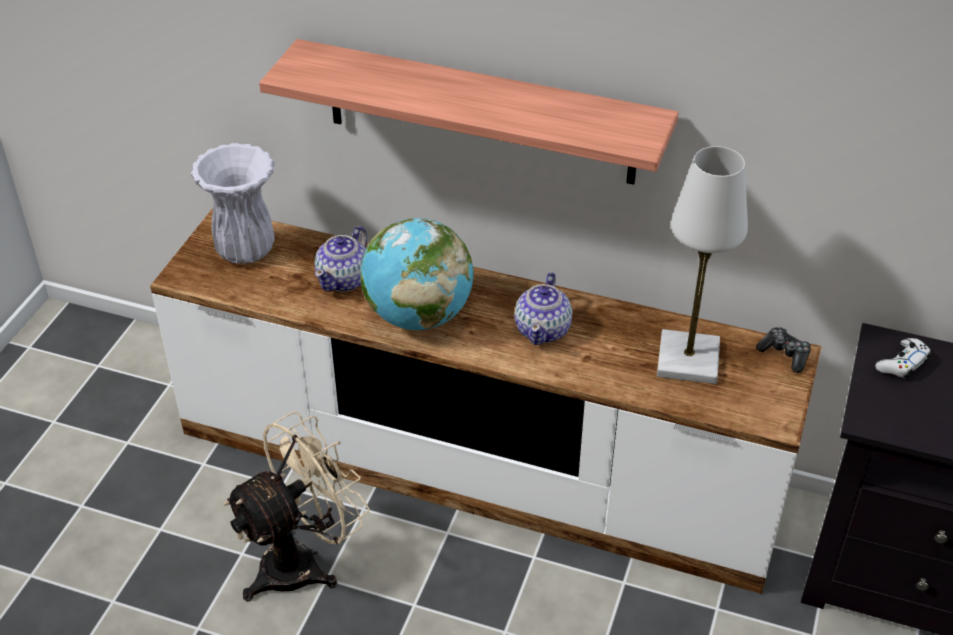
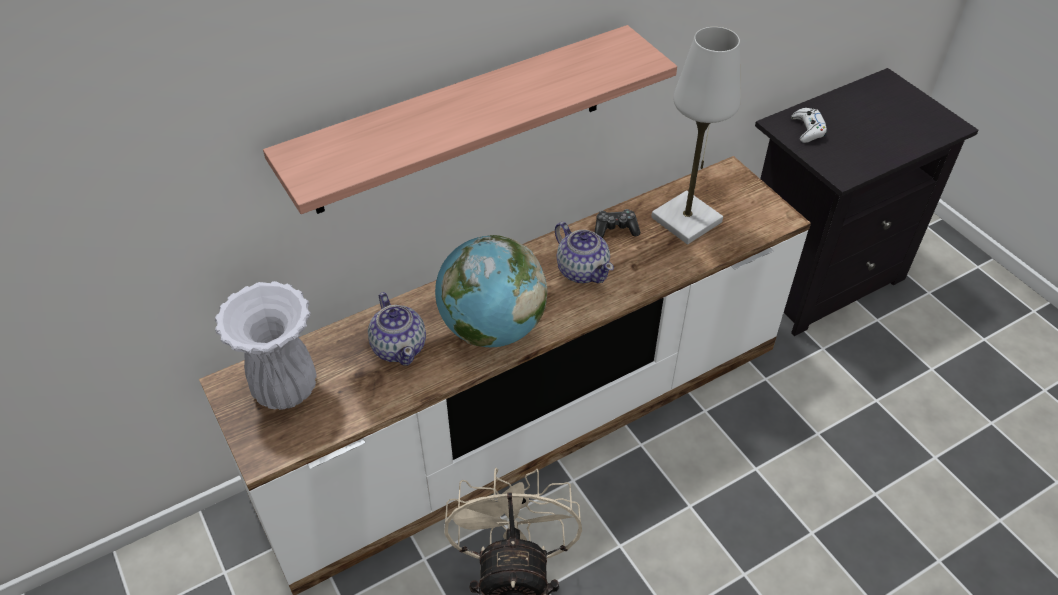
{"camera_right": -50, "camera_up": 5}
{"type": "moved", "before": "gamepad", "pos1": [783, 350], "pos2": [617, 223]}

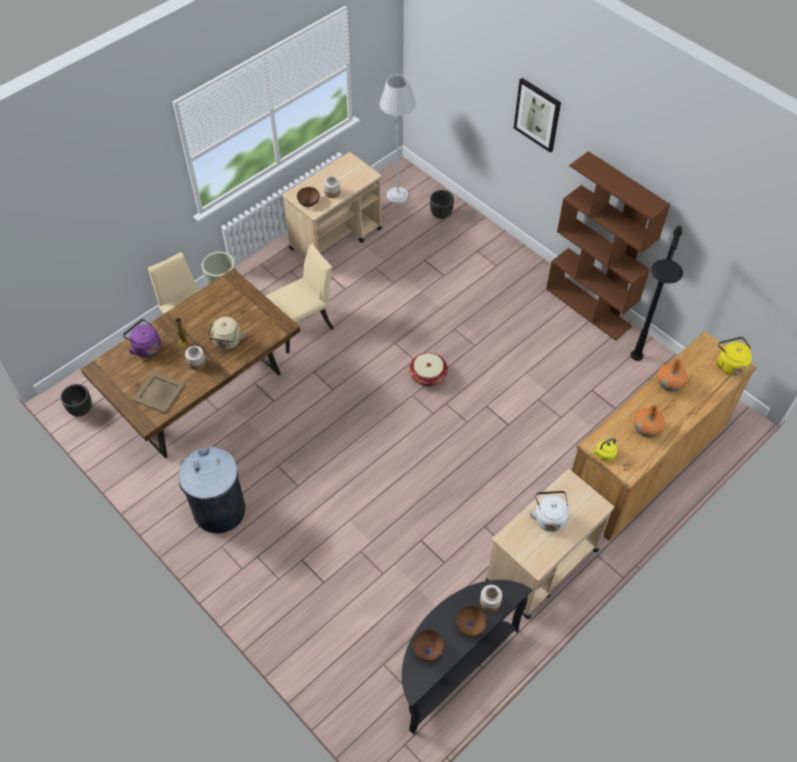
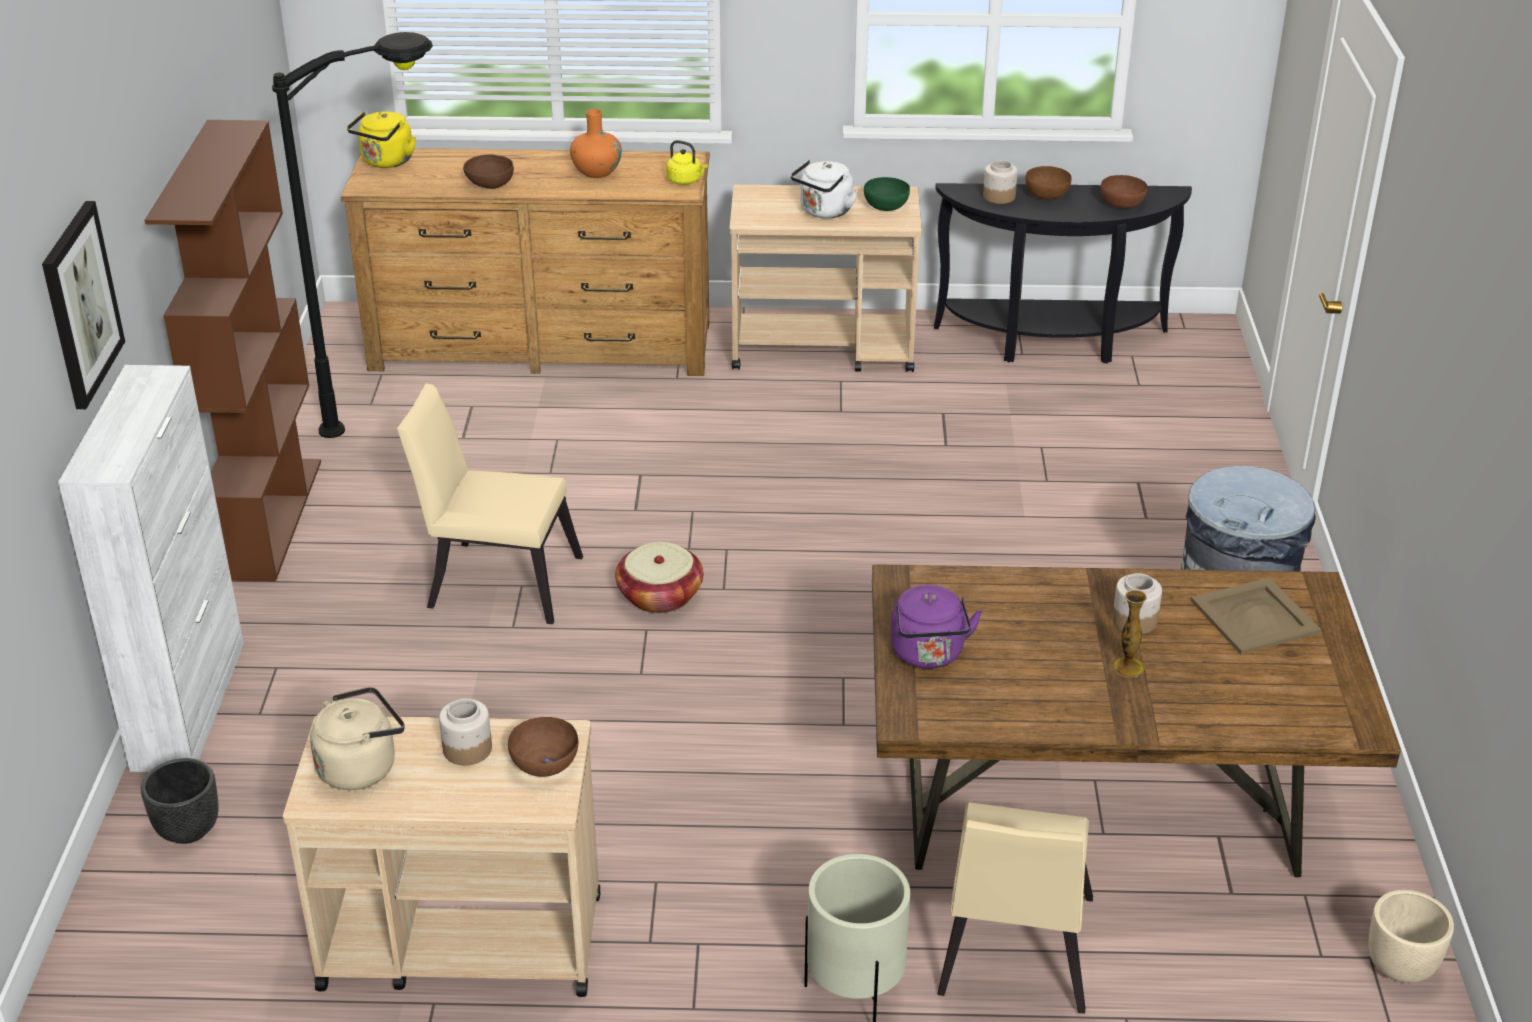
{"camera_right": -135, "camera_up": -20}
{"type": "recoloured", "before": "black plant pot", "after": "beige-coloured plant pot", "pos1": [76, 400], "pos2": [1411, 936]}
{"type": "moved", "before": "purplish tea kettle", "pos1": [142, 338], "pos2": [936, 627]}
{"type": "moved", "before": "beige-coloured tea kettle", "pos1": [226, 333], "pos2": [357, 738]}
{"type": "moved", "before": "beige-coloured upright chair", "pos1": [300, 299], "pos2": [490, 503]}
{"type": "removed", "before": "greyish standing lamp", "pos1": [397, 139]}
{"type": "replaced", "before": "orangey flower vase", "after": "brown serving bowl", "pos1": [672, 375], "pos2": [488, 171]}
{"type": "added", "after": "whitish cupboard", "pos2": [151, 568]}
{"type": "added", "after": "green-coloured serving bowl", "pos2": [887, 194]}

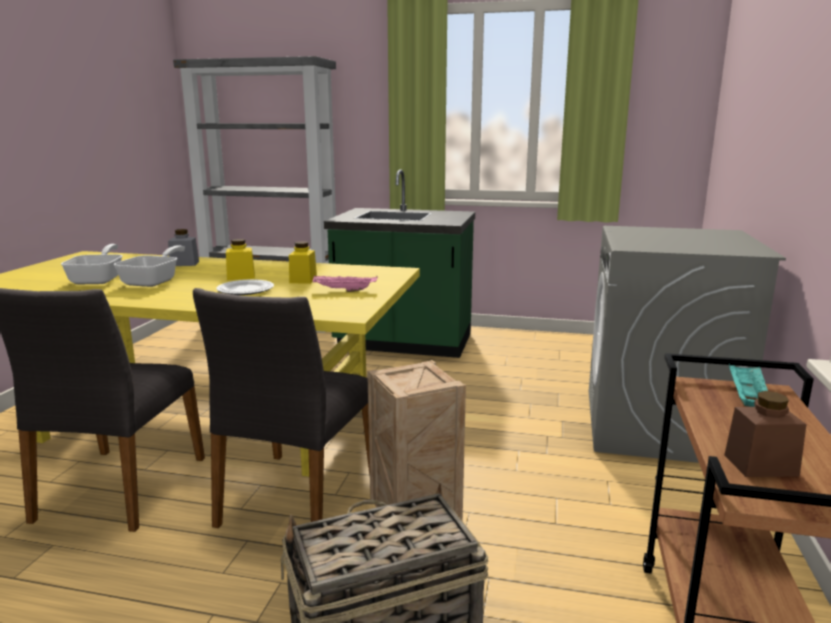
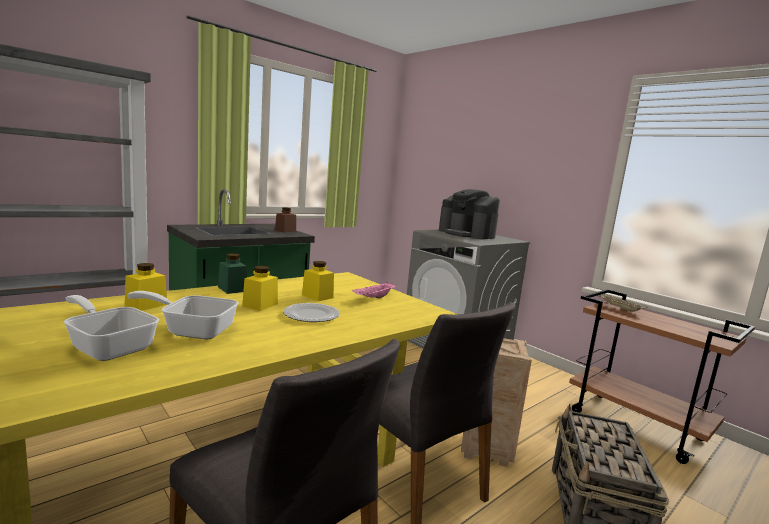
{"camera_right": -55, "camera_up": -5}
{"type": "turned", "before": "pan", "pos1": [149, 266], "pos2": [182, 315], "turn": -45}
{"type": "recoloured", "before": "greyish jar", "after": "yellow-coloured jar", "pos1": [183, 247], "pos2": [146, 287]}
{"type": "moved", "before": "brown jar", "pos1": [765, 434], "pos2": [285, 220]}
{"type": "recoloured", "before": "blue-green serving tray", "after": "beige-coloured serving tray", "pos1": [748, 385], "pos2": [623, 303]}
{"type": "added", "after": "green-coloured jar", "pos2": [232, 273]}
{"type": "added", "after": "coffee brewer", "pos2": [469, 214]}

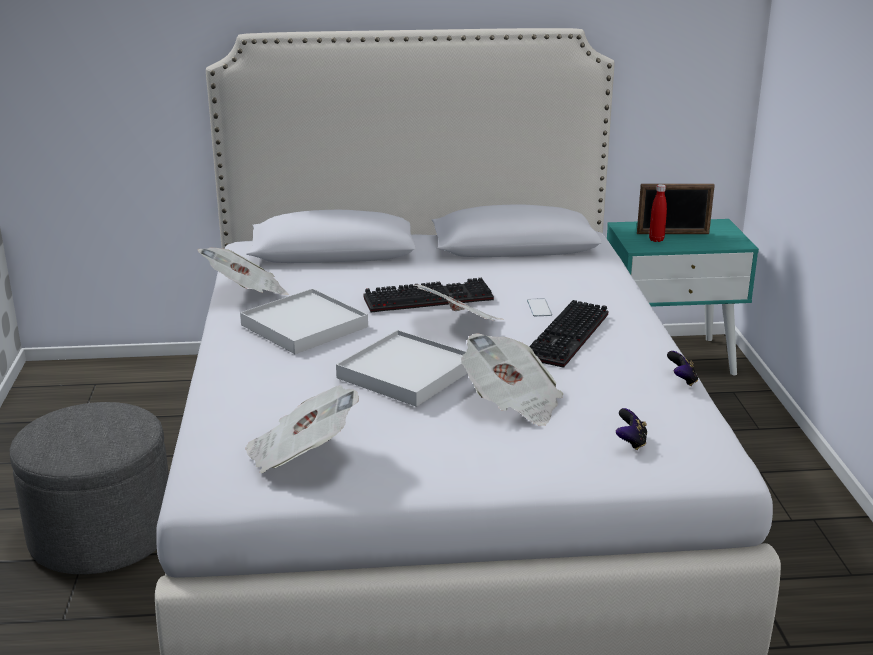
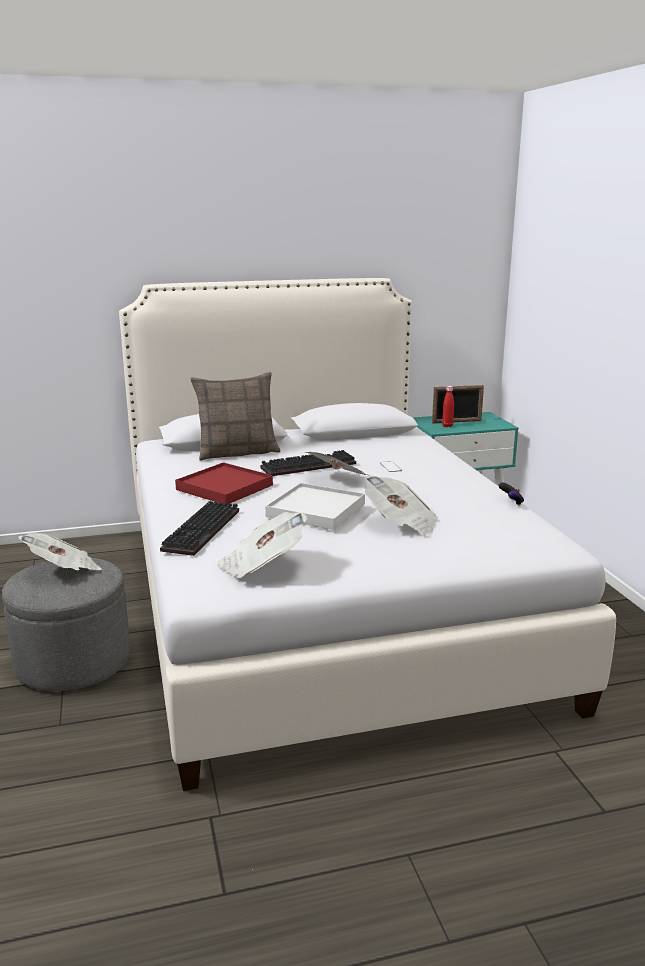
{"camera_right": -10, "camera_up": -5}
{"type": "moved", "before": "printed paper", "pos1": [243, 271], "pos2": [60, 551]}
{"type": "recoloured", "before": "whitish serving tray", "after": "red-coloured serving tray", "pos1": [304, 321], "pos2": [224, 483]}
{"type": "moved", "before": "keyboard", "pos1": [568, 334], "pos2": [199, 528]}
{"type": "removed", "before": "gamepad", "pos1": [631, 429]}
{"type": "added", "after": "throw pillow", "pos2": [235, 416]}

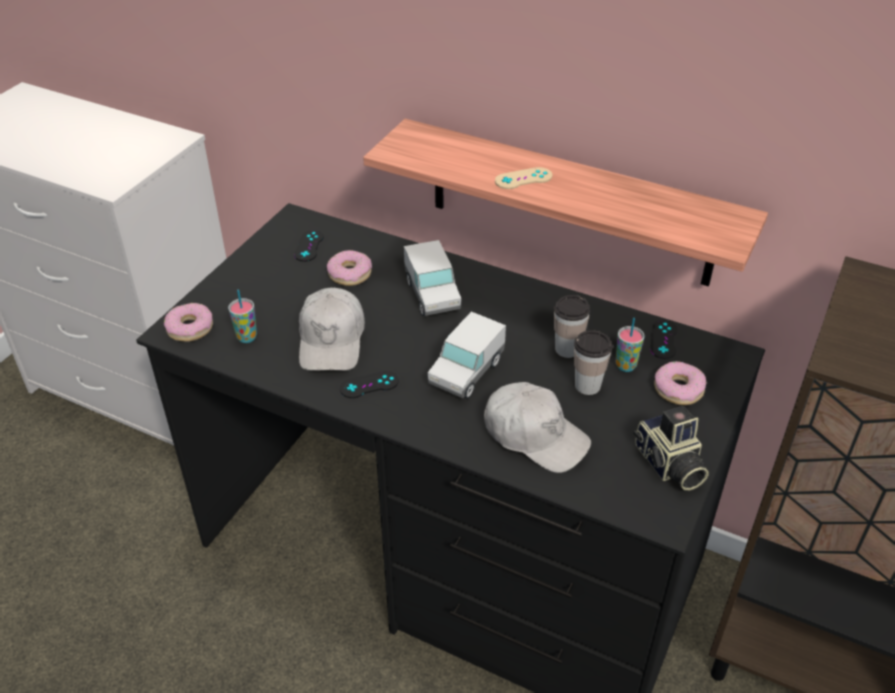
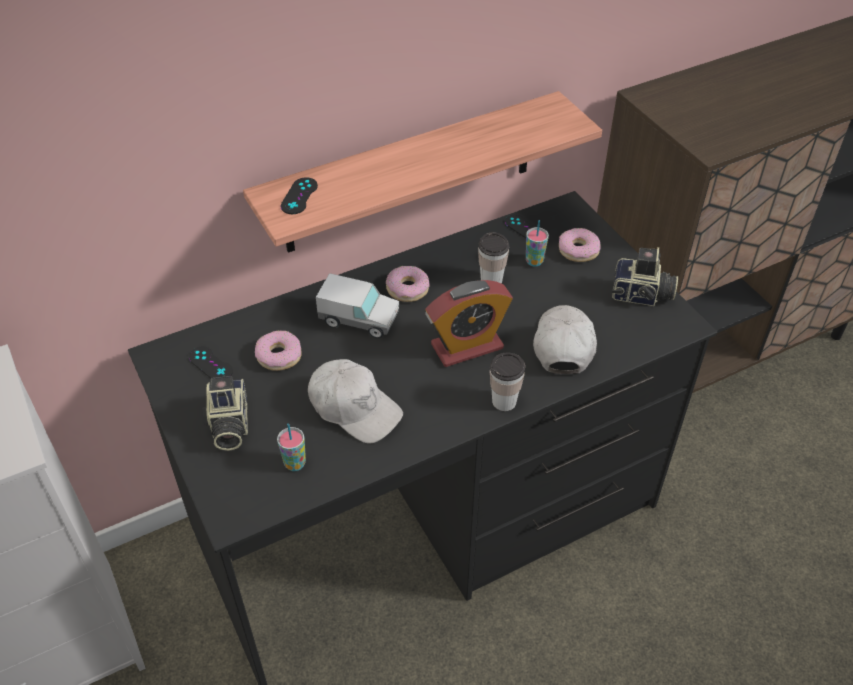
{"camera_right": -55, "camera_up": 5}
{"type": "moved", "before": "ring doughnut", "pos1": [188, 322], "pos2": [408, 284]}
{"type": "moved", "before": "black gamepad", "pos1": [369, 384], "pos2": [299, 195]}
{"type": "replaced", "before": "toy lorry", "after": "alarm clock", "pos1": [466, 355], "pos2": [469, 323]}
{"type": "turned", "before": "whitish baseball cap", "pos1": [537, 427], "pos2": [565, 339], "turn": -60}
{"type": "removed", "before": "beige-coloured gamepad", "pos1": [523, 178]}
{"type": "moved", "before": "drinking cup", "pos1": [593, 362], "pos2": [507, 381]}
{"type": "added", "after": "photo camera", "pos2": [225, 413]}

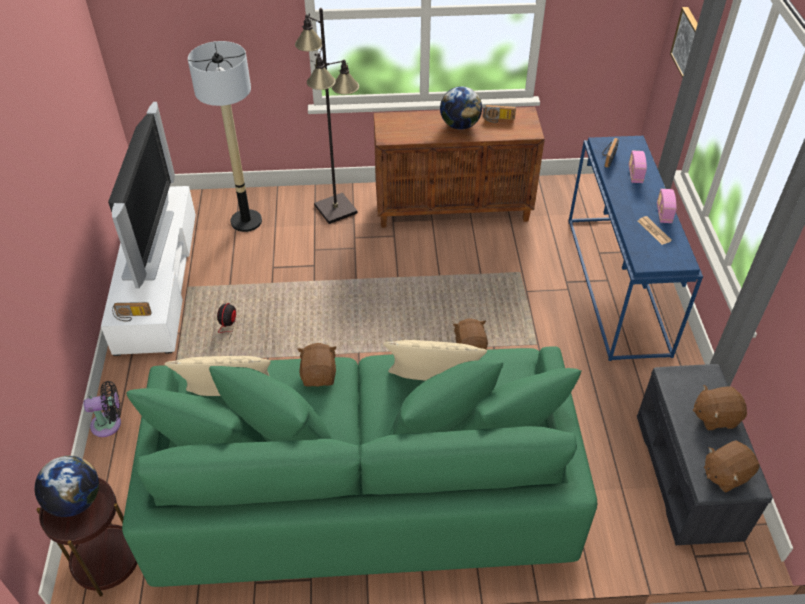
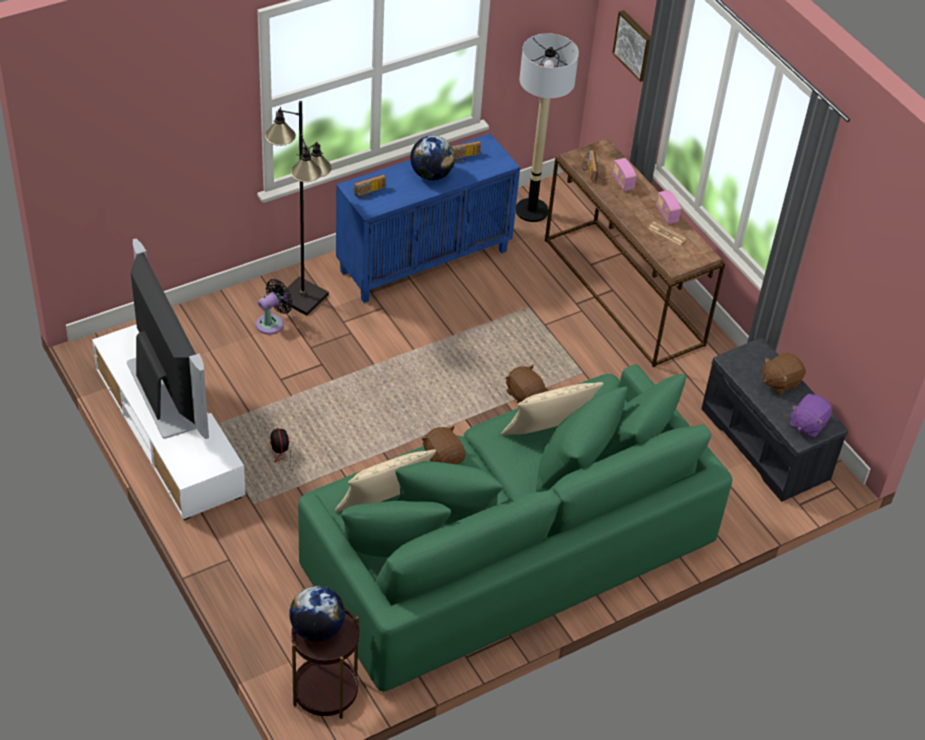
{"camera_right": -30, "camera_up": 0}
{"type": "moved", "before": "black electric fan", "pos1": [102, 409], "pos2": [274, 307]}
{"type": "moved", "before": "radio set", "pos1": [132, 312], "pos2": [369, 186]}
{"type": "moved", "before": "standing lamp", "pos1": [225, 136], "pos2": [547, 127]}
{"type": "recoloured", "before": "brown cupboard", "after": "blue cupboard", "pos1": [459, 167], "pos2": [428, 218]}
{"type": "recoloured", "before": "blue hall table", "after": "brown hall table", "pos1": [635, 248], "pos2": [635, 252]}
{"type": "recoloured", "before": "brown soft toy", "after": "purplish soft toy", "pos1": [732, 466], "pos2": [811, 416]}

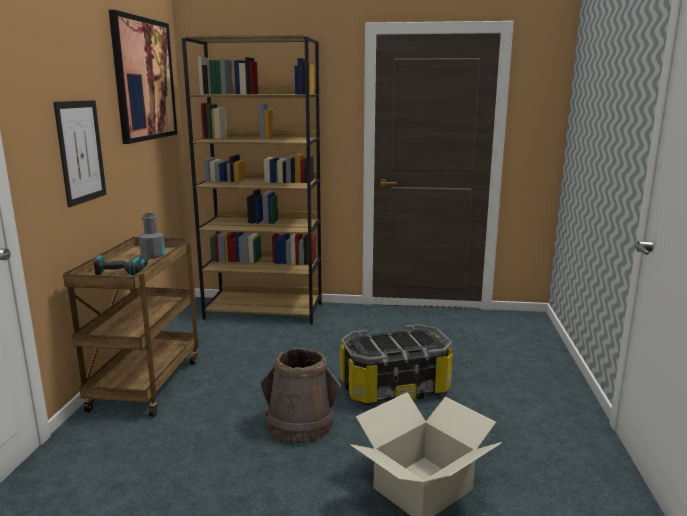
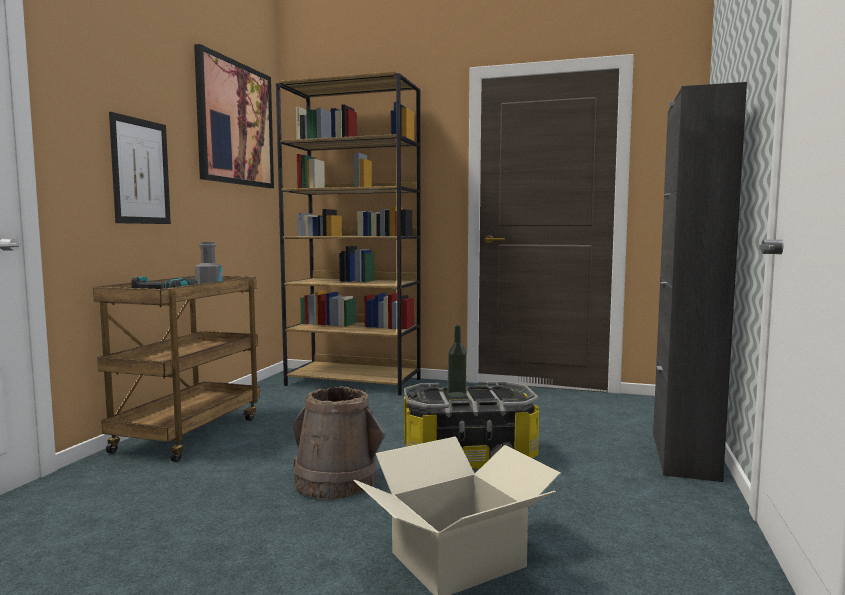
{"camera_right": 10, "camera_up": -10}
{"type": "added", "after": "drink bottle", "pos2": [457, 361]}
{"type": "added", "after": "black cupboard", "pos2": [700, 282]}

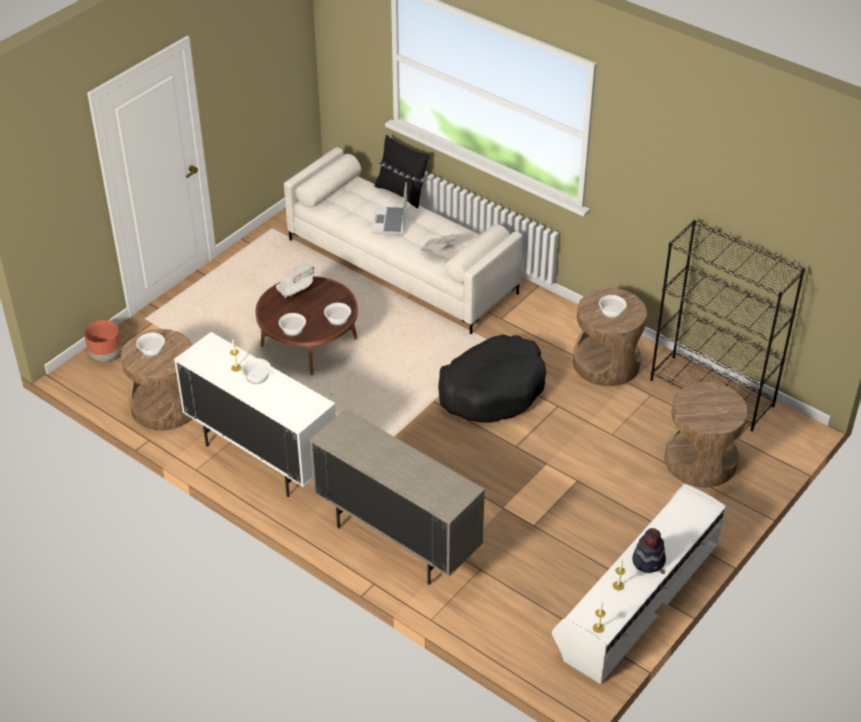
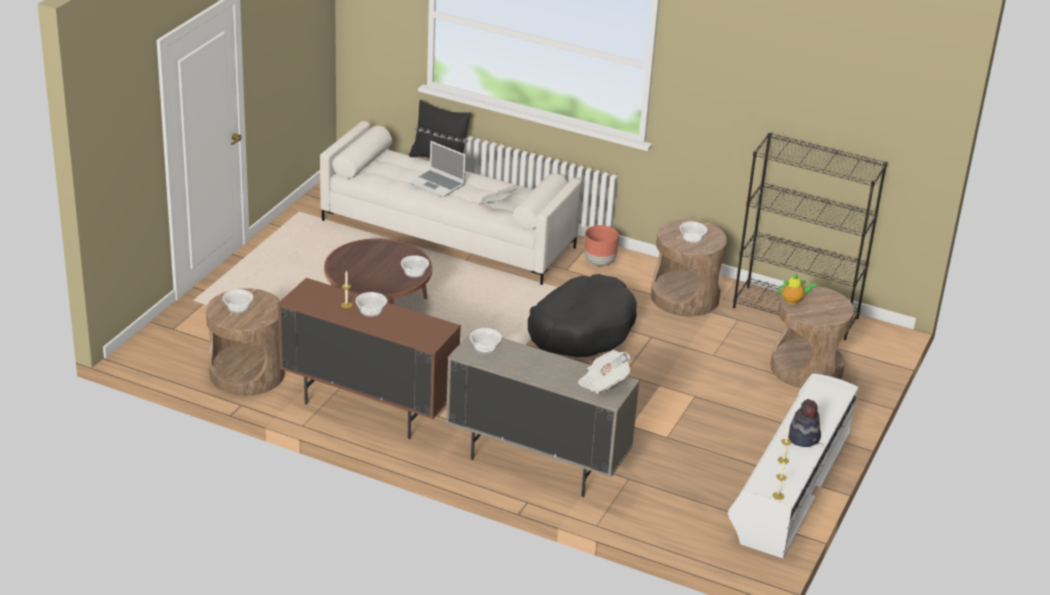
{"camera_right": -15, "camera_up": -10}
{"type": "moved", "before": "brown plant pot", "pos1": [102, 341], "pos2": [601, 245]}
{"type": "recoloured", "before": "whitish cupboard", "after": "brown cupboard", "pos1": [255, 414], "pos2": [369, 358]}
{"type": "moved", "before": "printed paper", "pos1": [296, 280], "pos2": [604, 372]}
{"type": "moved", "before": "serving bowl", "pos1": [292, 324], "pos2": [486, 341]}
{"type": "turned", "before": "laptop", "pos1": [389, 209], "pos2": [438, 169], "turn": -45}
{"type": "added", "after": "pot for tea", "pos2": [797, 289]}

